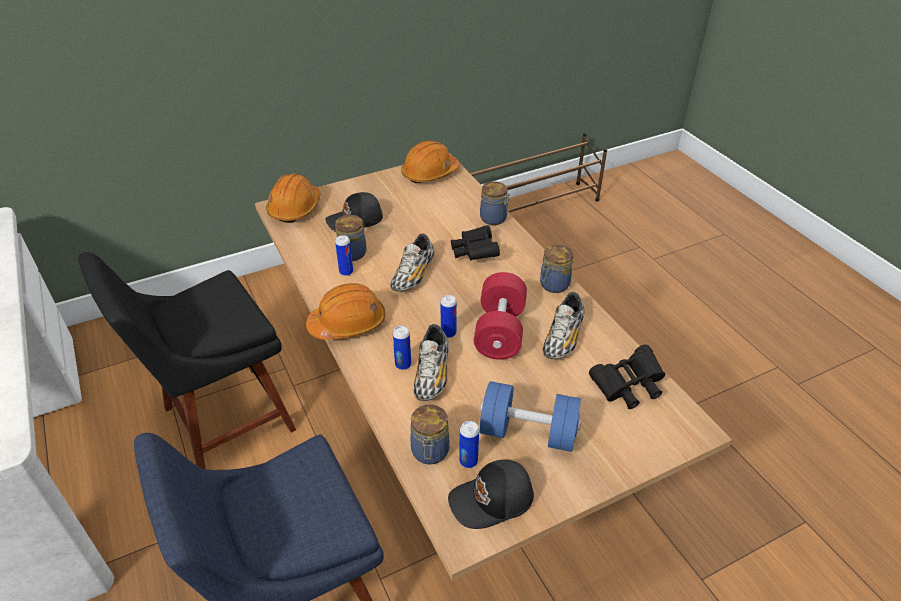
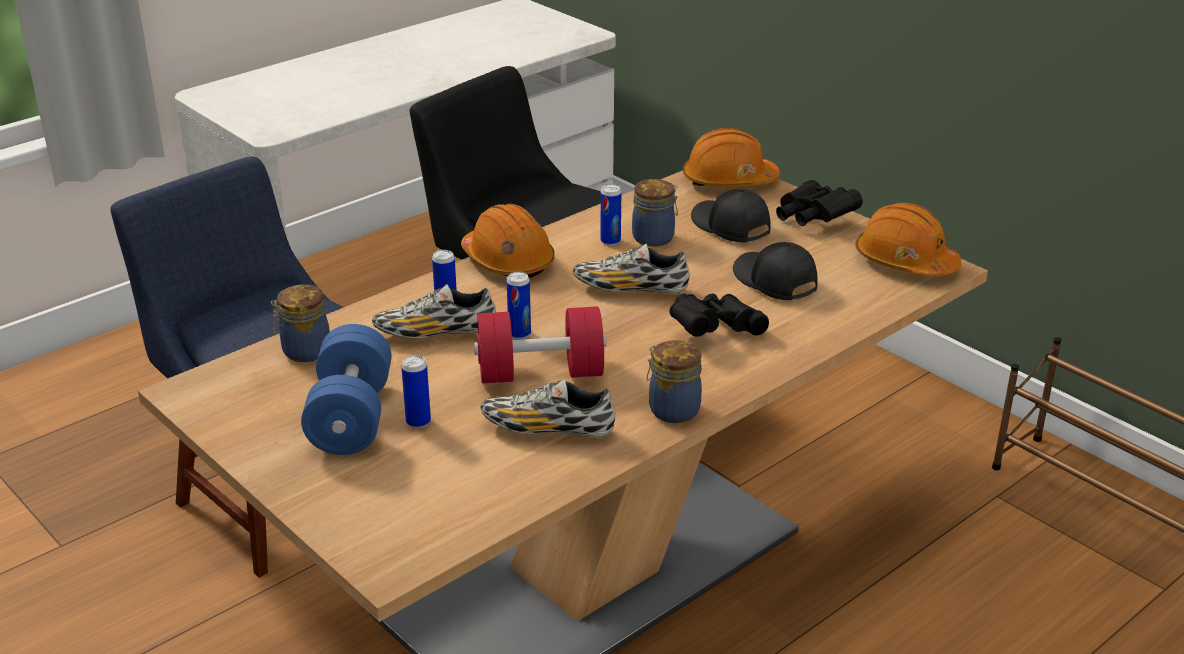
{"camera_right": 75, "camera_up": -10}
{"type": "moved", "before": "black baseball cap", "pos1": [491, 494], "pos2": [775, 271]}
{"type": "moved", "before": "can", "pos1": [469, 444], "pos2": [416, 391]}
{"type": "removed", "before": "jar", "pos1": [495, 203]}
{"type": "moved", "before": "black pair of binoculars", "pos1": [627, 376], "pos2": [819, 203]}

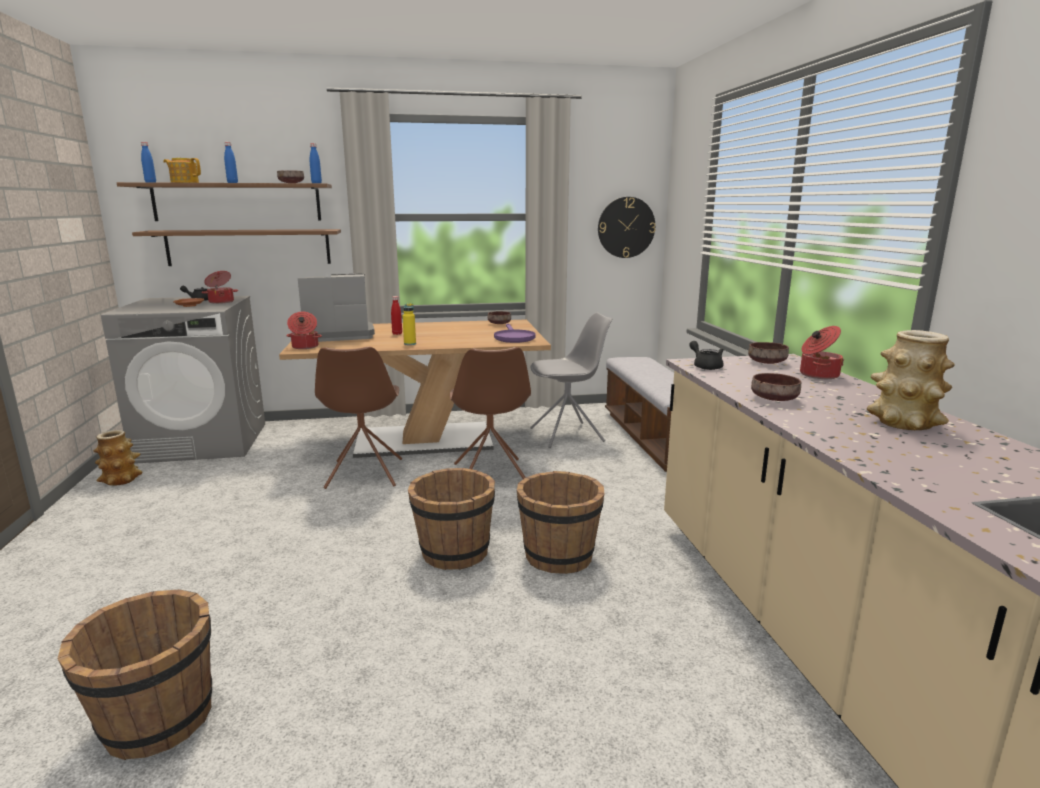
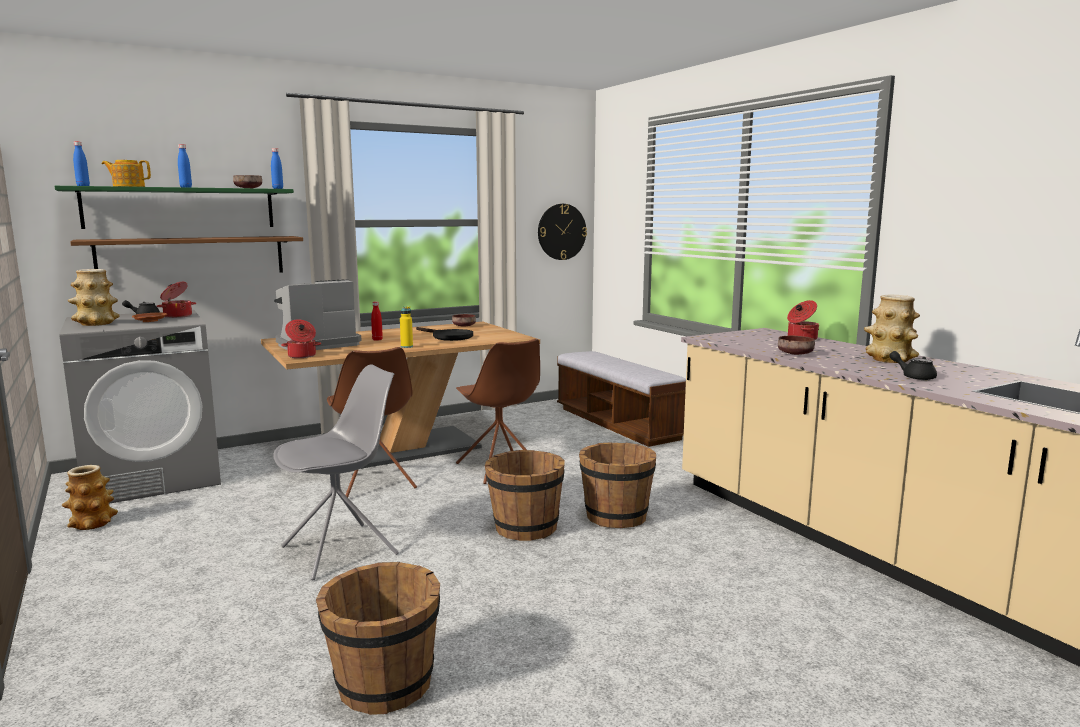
{"camera_right": -20, "camera_up": -5}
{"type": "recoloured", "before": "brown shelf", "after": "green-coloured shelf", "pos1": [224, 201], "pos2": [174, 207]}
{"type": "removed", "before": "purplish pan", "pos1": [514, 333]}
{"type": "moved", "before": "greyish upright chair", "pos1": [571, 380], "pos2": [336, 472]}
{"type": "moved", "before": "black pot for tea", "pos1": [706, 355], "pos2": [913, 365]}
{"type": "removed", "before": "brown serving bowl", "pos1": [768, 353]}
{"type": "added", "after": "flower vase", "pos2": [94, 297]}
{"type": "added", "after": "black pan", "pos2": [444, 334]}

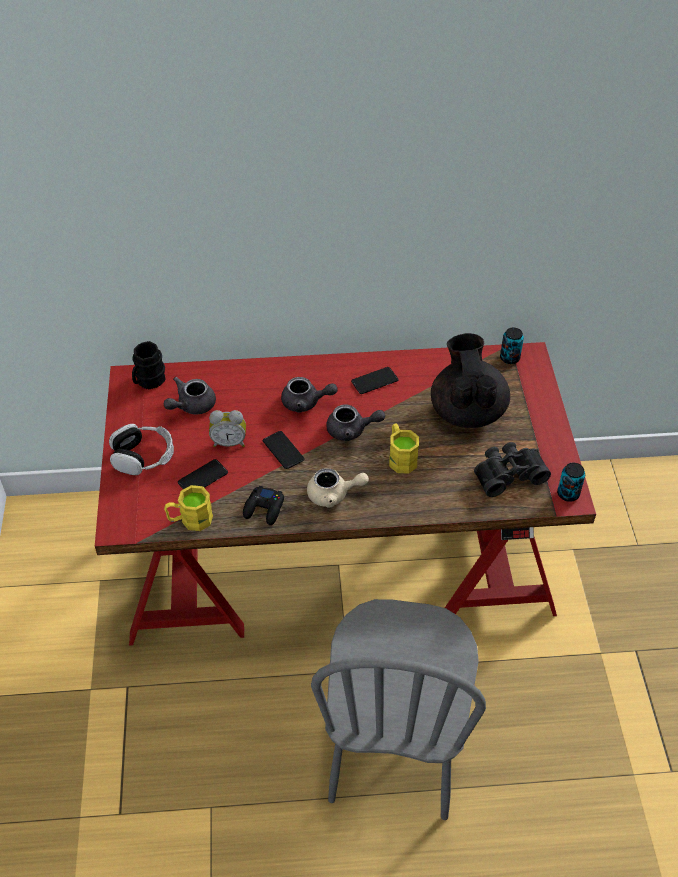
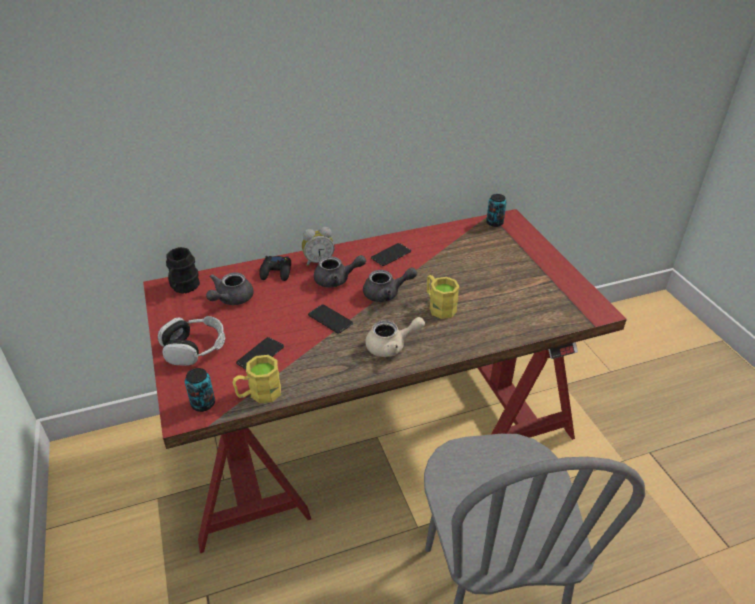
{"camera_right": -15, "camera_up": -10}
{"type": "moved", "before": "alarm clock", "pos1": [227, 428], "pos2": [318, 246]}
{"type": "moved", "before": "black gamepad", "pos1": [263, 505], "pos2": [275, 268]}
{"type": "removed", "before": "black pot for tea", "pos1": [470, 380]}
{"type": "removed", "before": "black pair of binoculars", "pos1": [512, 469]}
{"type": "moved", "before": "can", "pos1": [571, 482], "pos2": [200, 390]}

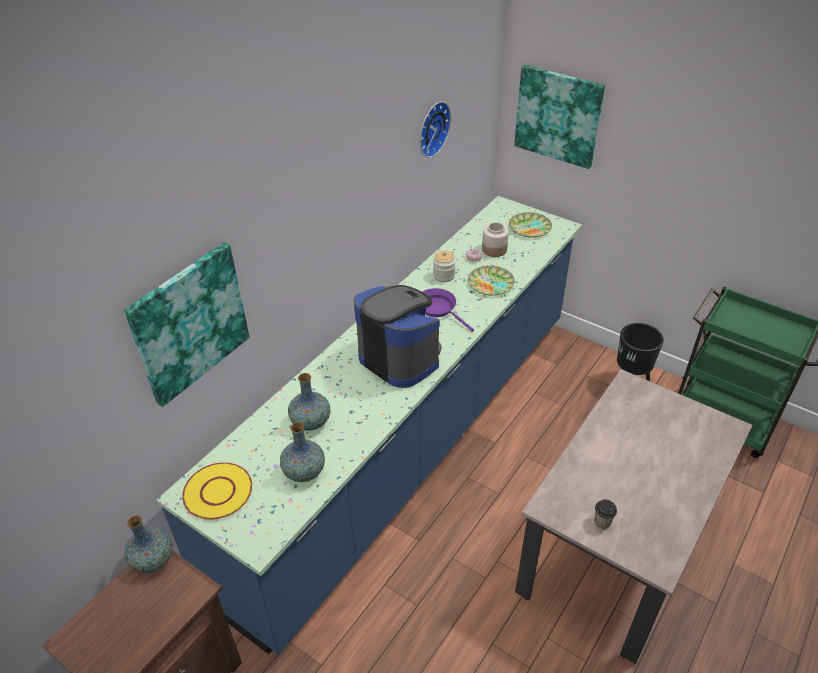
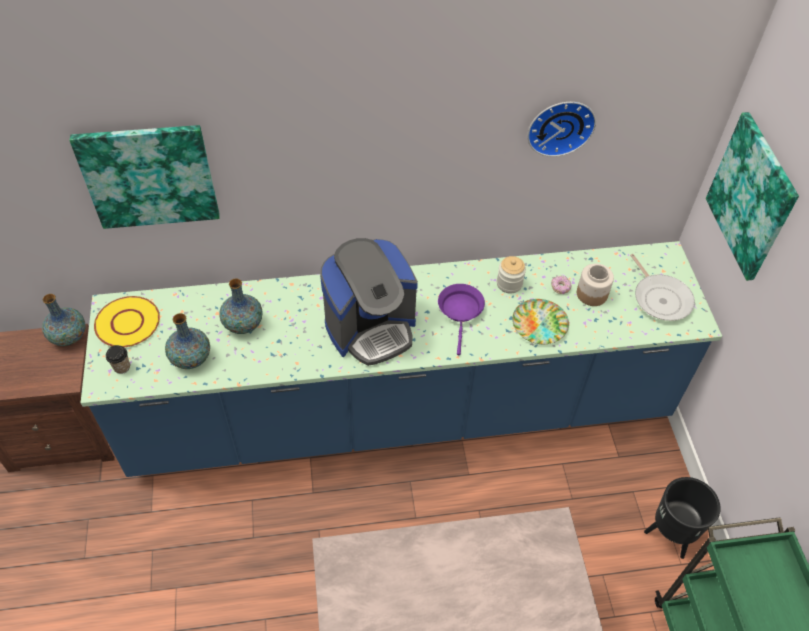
{"camera_right": 45, "camera_up": 10}
{"type": "turned", "before": "coffee brewer", "pos1": [398, 336], "pos2": [369, 302], "turn": 60}
{"type": "replaced", "before": "dinner plate", "after": "pan", "pos1": [530, 225], "pos2": [662, 287]}
{"type": "moved", "before": "drinking cup", "pos1": [605, 514], "pos2": [118, 359]}

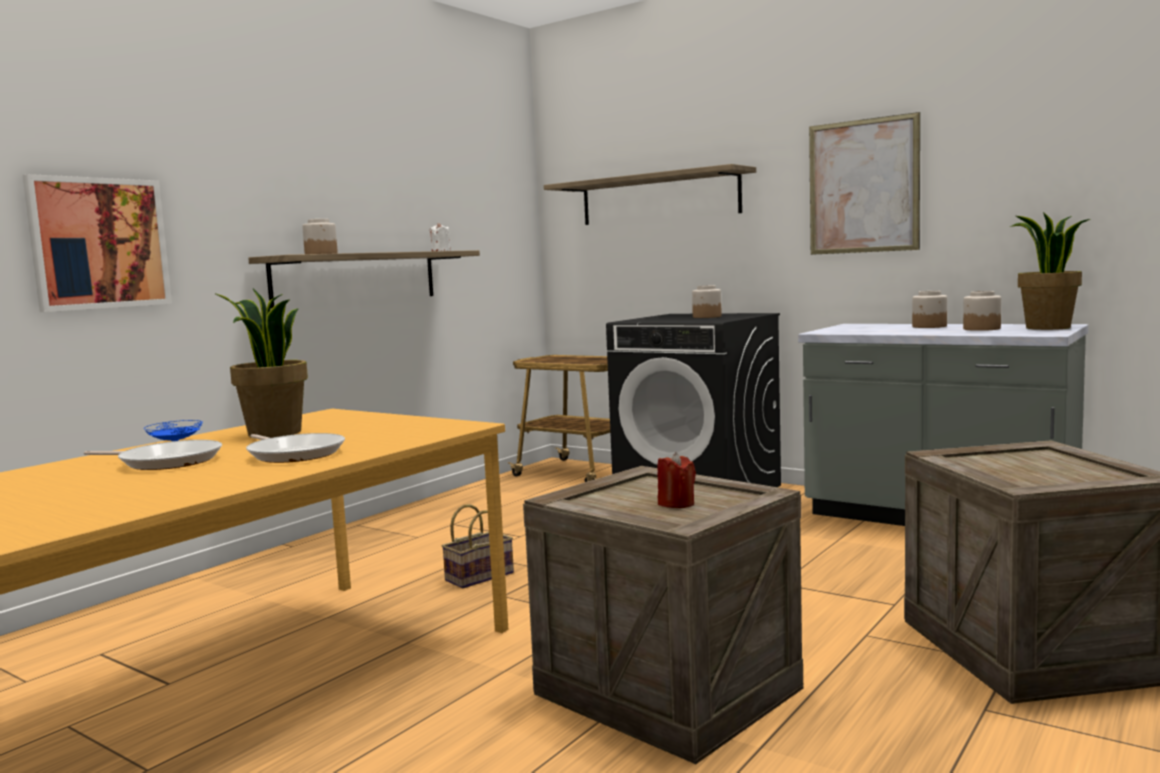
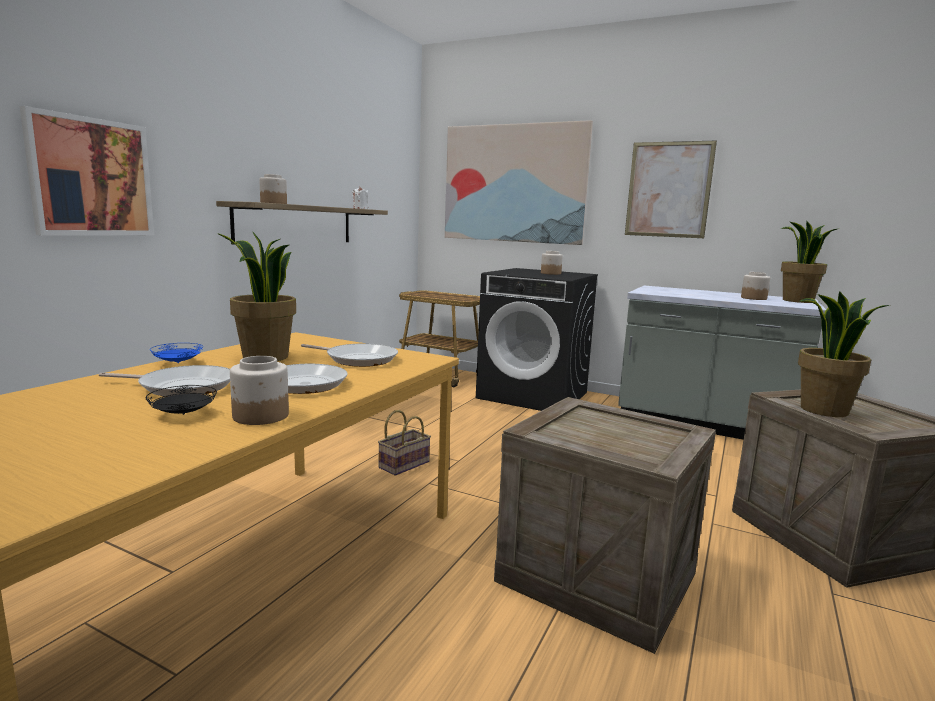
{"camera_right": -10, "camera_up": 5}
{"type": "replaced", "before": "shelf", "after": "wall picture", "pos1": [650, 194], "pos2": [519, 182]}
{"type": "removed", "before": "red-coloured wax candle", "pos1": [676, 480]}
{"type": "moved", "before": "jar", "pos1": [929, 309], "pos2": [259, 390]}
{"type": "added", "after": "black dinner plate", "pos2": [181, 400]}
{"type": "added", "after": "pan", "pos2": [349, 355]}
{"type": "added", "after": "houseplant", "pos2": [843, 354]}

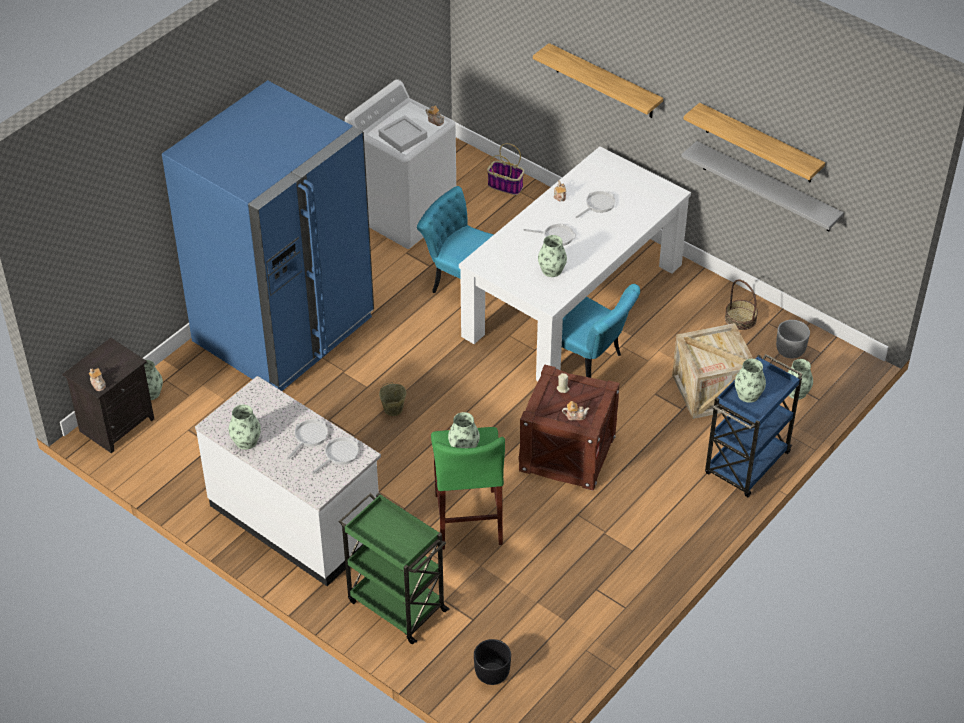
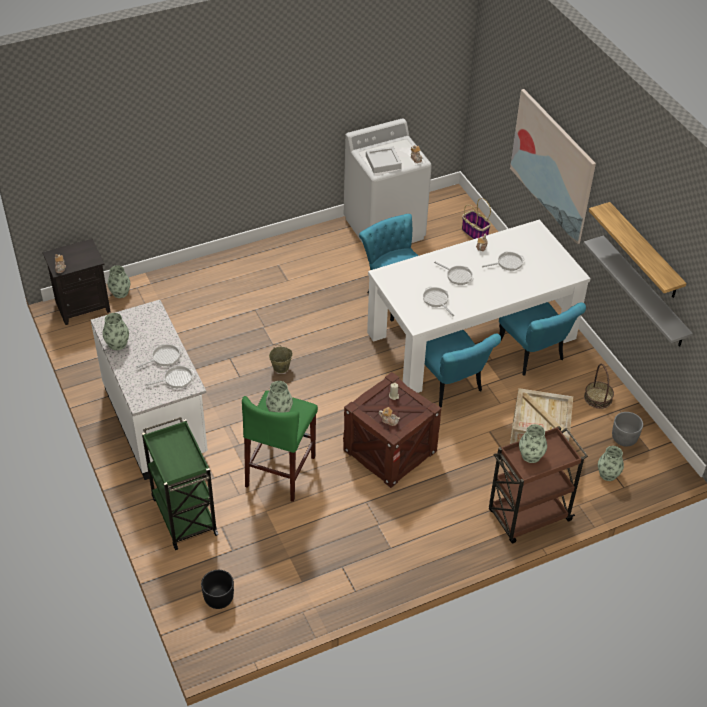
{"camera_right": 25, "camera_up": 0}
{"type": "removed", "before": "blue refrigerator", "pos1": [268, 235]}
{"type": "replaced", "before": "shelf", "after": "wall picture", "pos1": [598, 80], "pos2": [553, 166]}
{"type": "replaced", "before": "flower vase", "after": "pan", "pos1": [552, 256], "pos2": [438, 301]}
{"type": "recoloured", "before": "blue cart", "after": "brown cart", "pos1": [754, 425], "pos2": [538, 484]}
{"type": "added", "after": "blue-green upright chair", "pos2": [542, 339]}

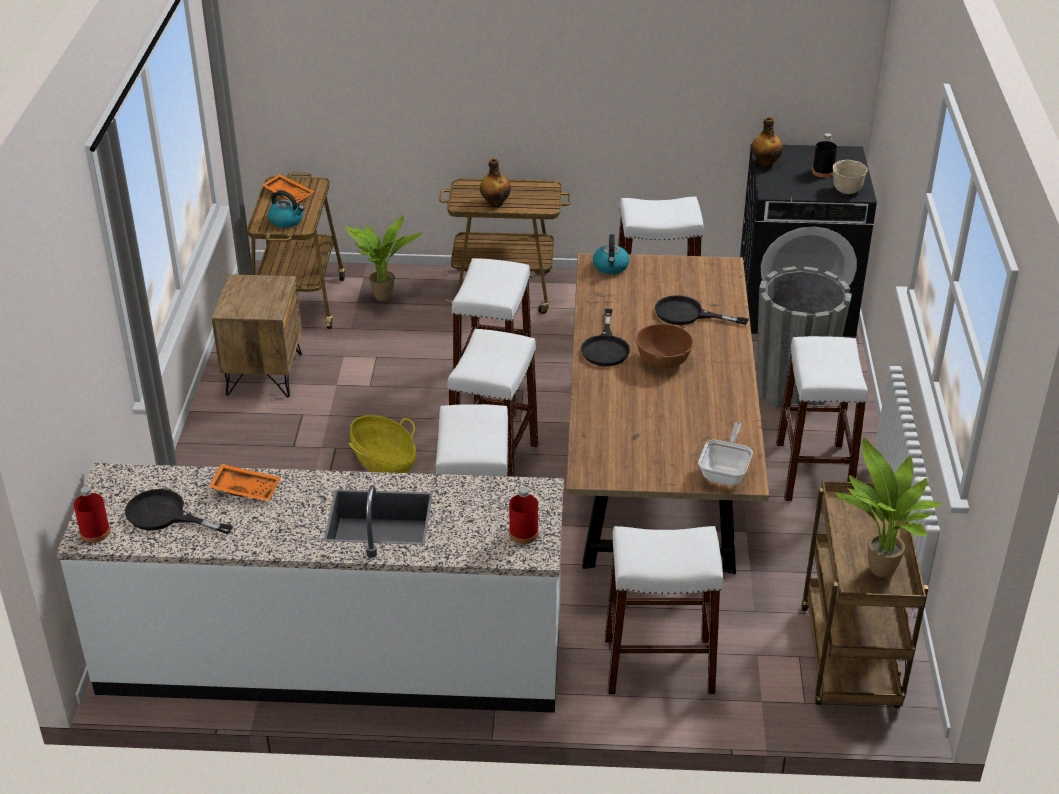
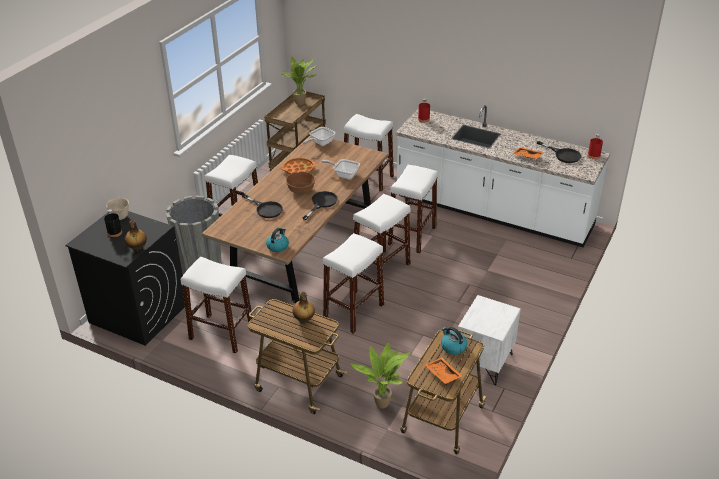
{"camera_right": -155, "camera_up": 0}
{"type": "recoloured", "before": "brown bedside table", "after": "whitish bedside table", "pos1": [257, 335], "pos2": [489, 340]}
{"type": "removed", "before": "household basket", "pos1": [382, 444]}
{"type": "added", "after": "orangey serving tray", "pos2": [299, 166]}
{"type": "added", "after": "pan", "pos2": [341, 169]}

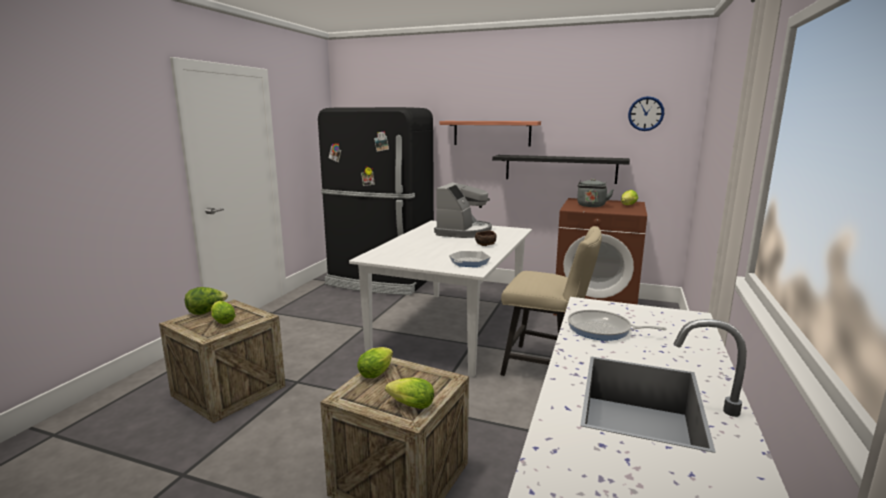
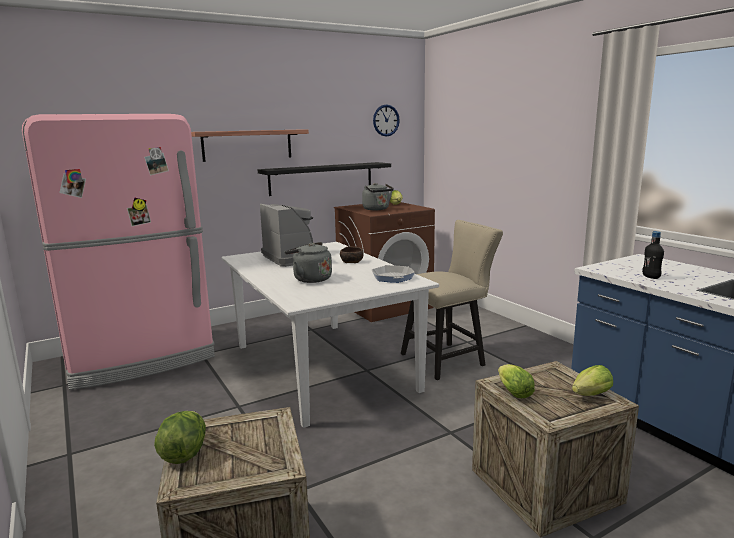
{"camera_right": -50, "camera_up": 0}
{"type": "removed", "before": "lettuce head", "pos1": [223, 312]}
{"type": "recoloured", "before": "black refrigerator", "after": "pink-coloured refrigerator", "pos1": [376, 201], "pos2": [118, 252]}
{"type": "replaced", "before": "pan", "after": "black drink bottle", "pos1": [617, 325], "pos2": [653, 255]}
{"type": "added", "after": "greyish tea kettle", "pos2": [308, 262]}

